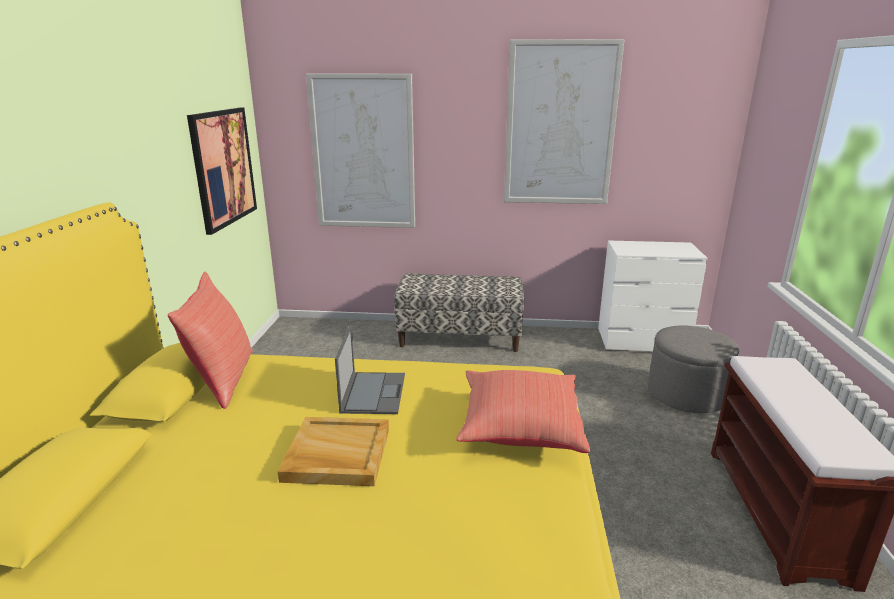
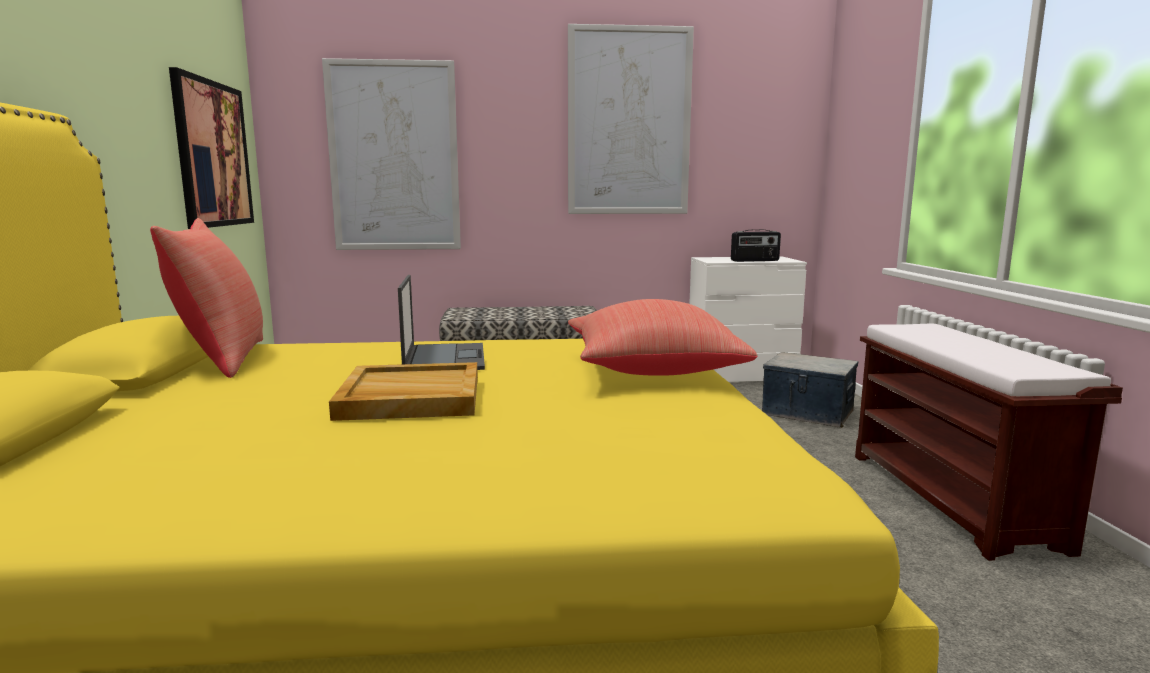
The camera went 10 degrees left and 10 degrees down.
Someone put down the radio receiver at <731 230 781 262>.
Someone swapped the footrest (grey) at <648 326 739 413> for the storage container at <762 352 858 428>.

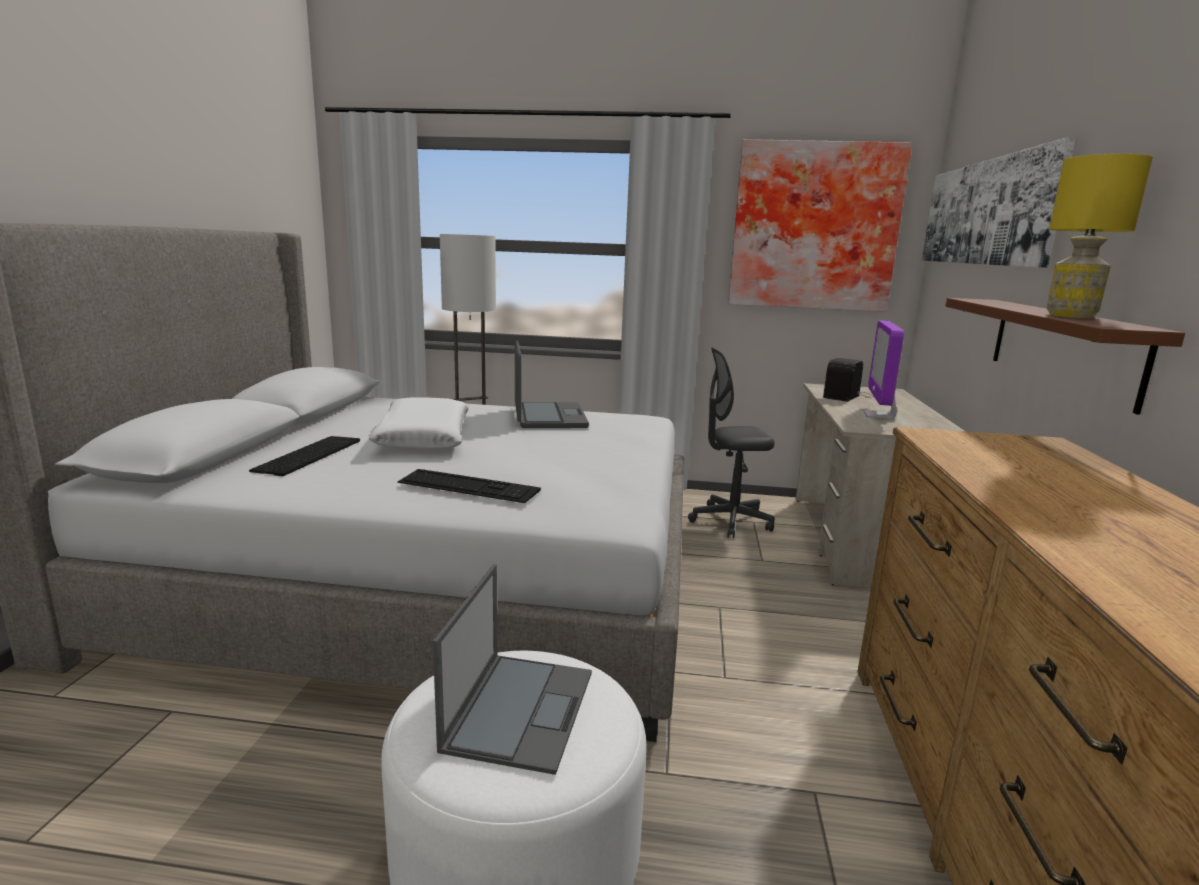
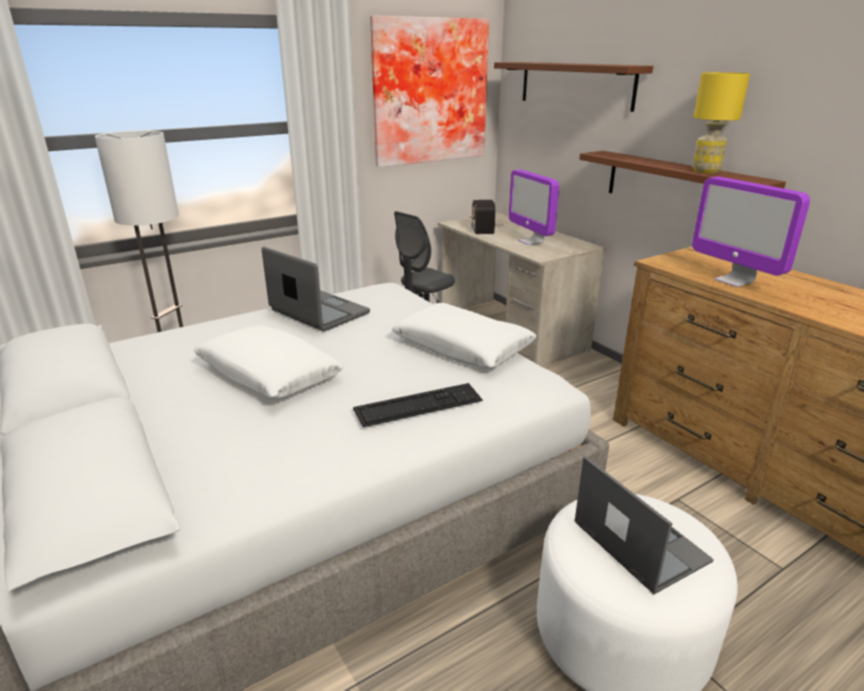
The camera went 40 degrees left and 10 degrees up.
Someone took away the keyboard at <249 436 360 476>.
Someone put down the pillow (whitish) at <392 303 536 369>.
Someone put down the monitor at <692 176 810 287>.
Someone swapped the wall art at <921 137 1076 268> for the wall shelf (brown) at <494 62 653 112>.

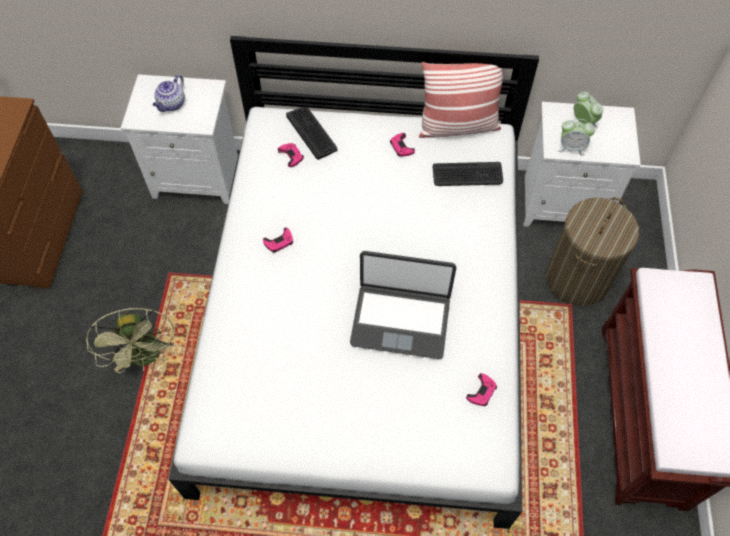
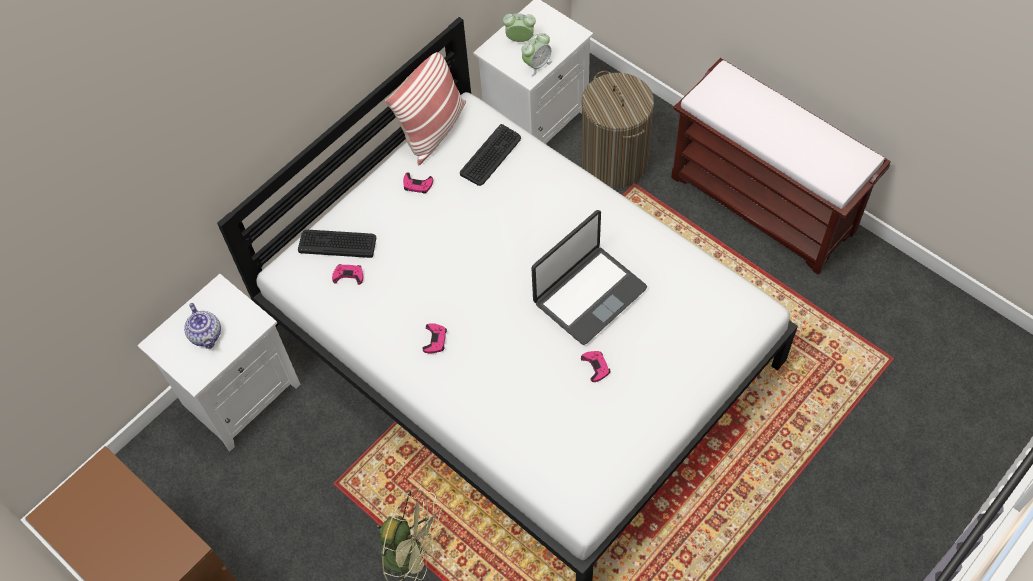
The camera went 50 degrees left and 0 degrees up.
Someone carried the gamepad (pink) from <466 373 497 406> to <581 351 610 382>.

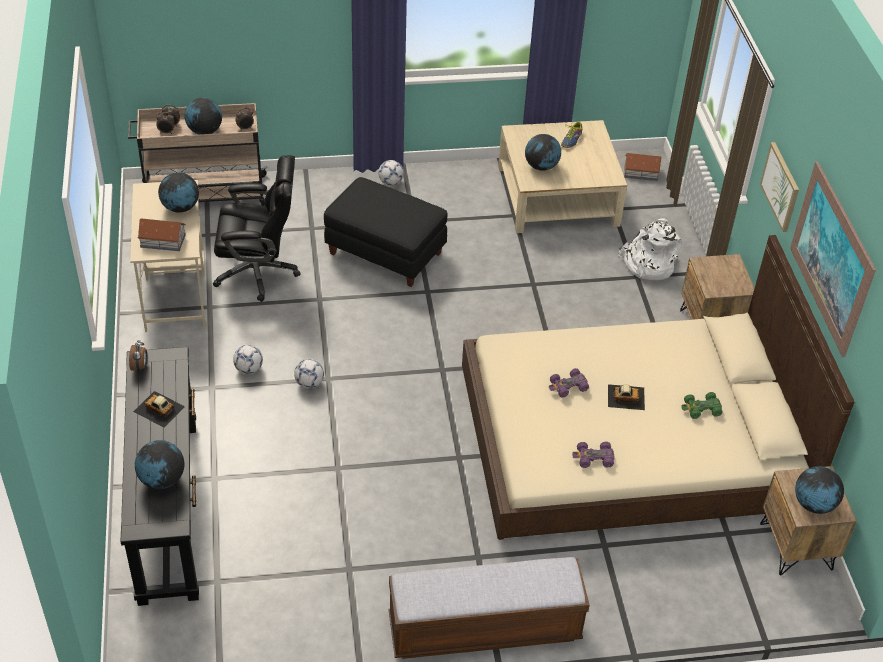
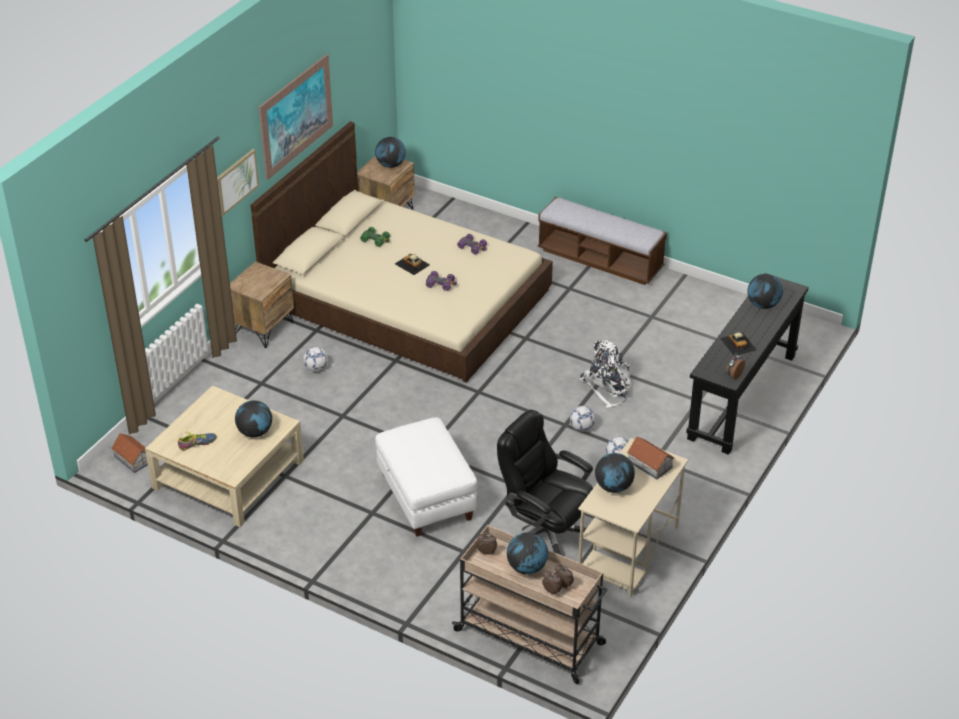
The camera went 140 degrees left and 5 degrees down.
Someone carried the football ball from <378 160 404 186> to <303 347 328 372>.
Someone carried the knapsack (whitish) from <618 219 682 280> to <580 340 632 408>.
Someone repainted the footrest (black-coloured) at <324 177 448 287>, which became the footrest (whitish) at <375 417 477 537>.

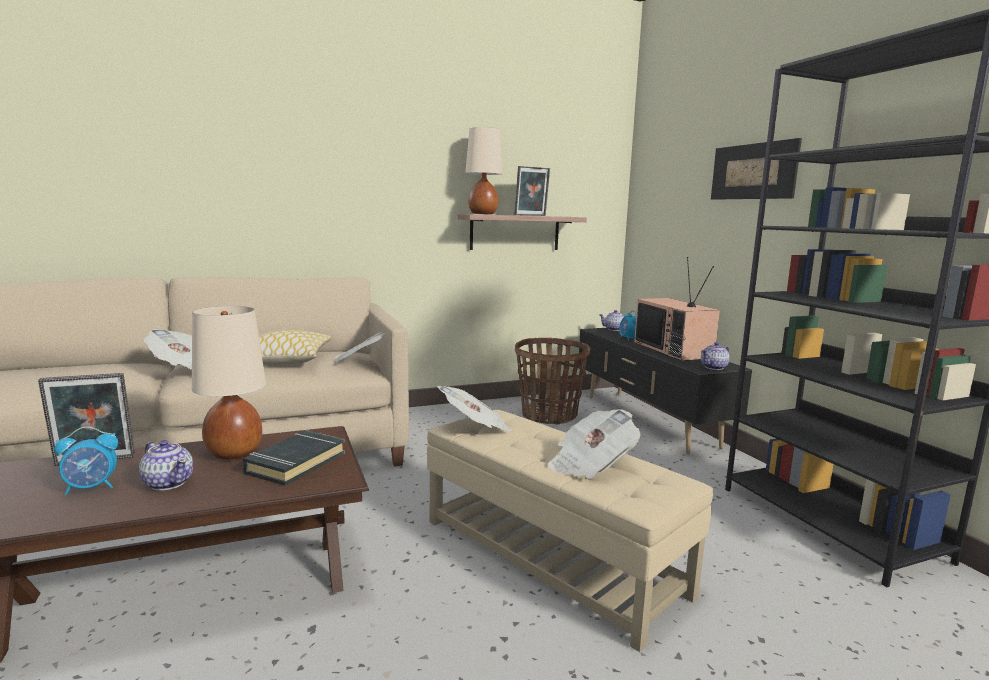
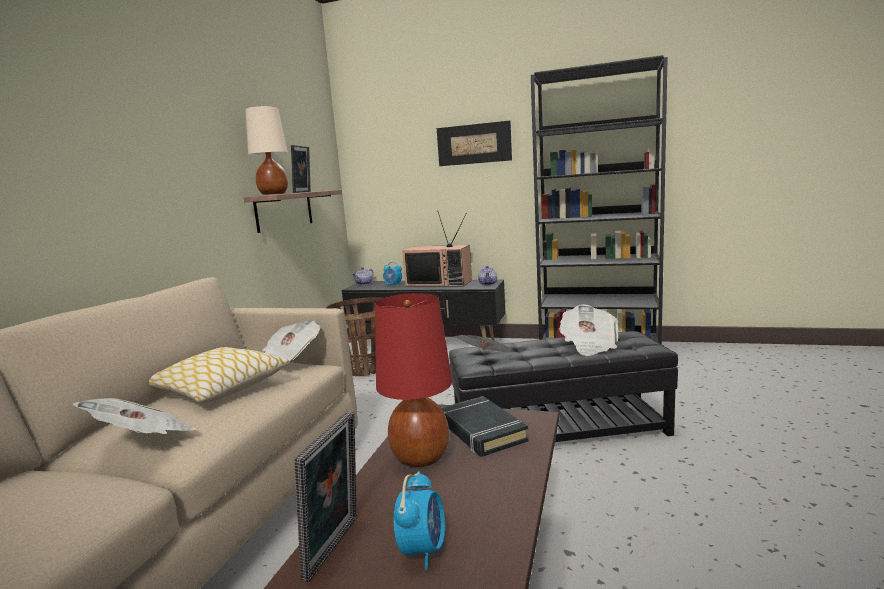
The camera went 50 degrees left and 0 degrees up.
Someone took away the teapot at <139 440 193 491>.
Someone repainted the lamp for a table (beige) at <192 306 266 460>, which became the lamp for a table (red) at <375 293 452 467>.
Someone repainted the footrest (beige) at <427 410 713 652>, which became the footrest (black-coloured) at <449 331 678 442>.

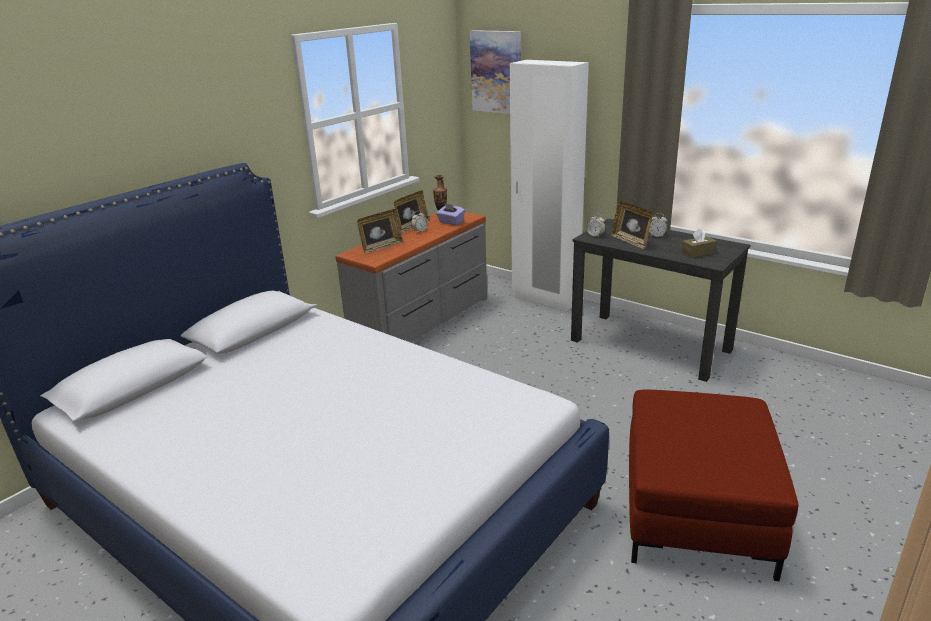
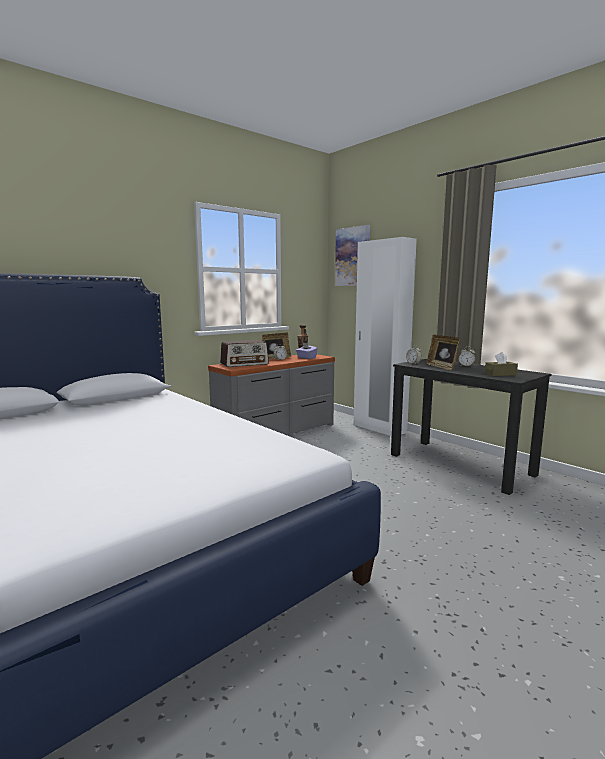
The camera went 10 degrees right and 15 degrees down.
Someone took away the footrest (red) at <629 390 798 581>.
Someone swapped the picture frame at <357 209 403 254> for the radio receiver at <220 340 269 367>.

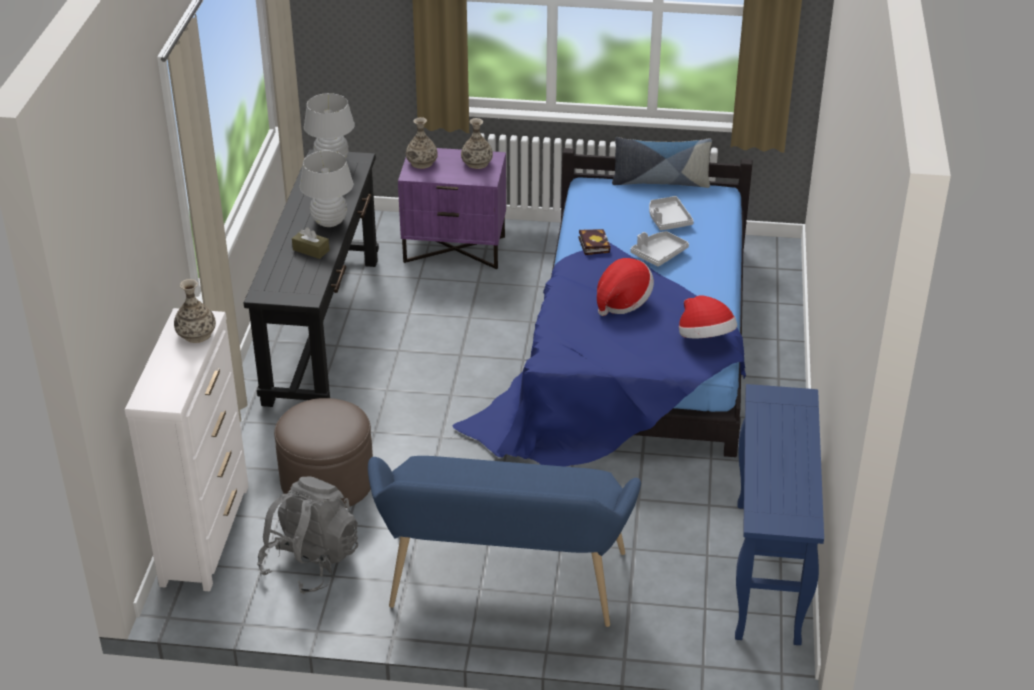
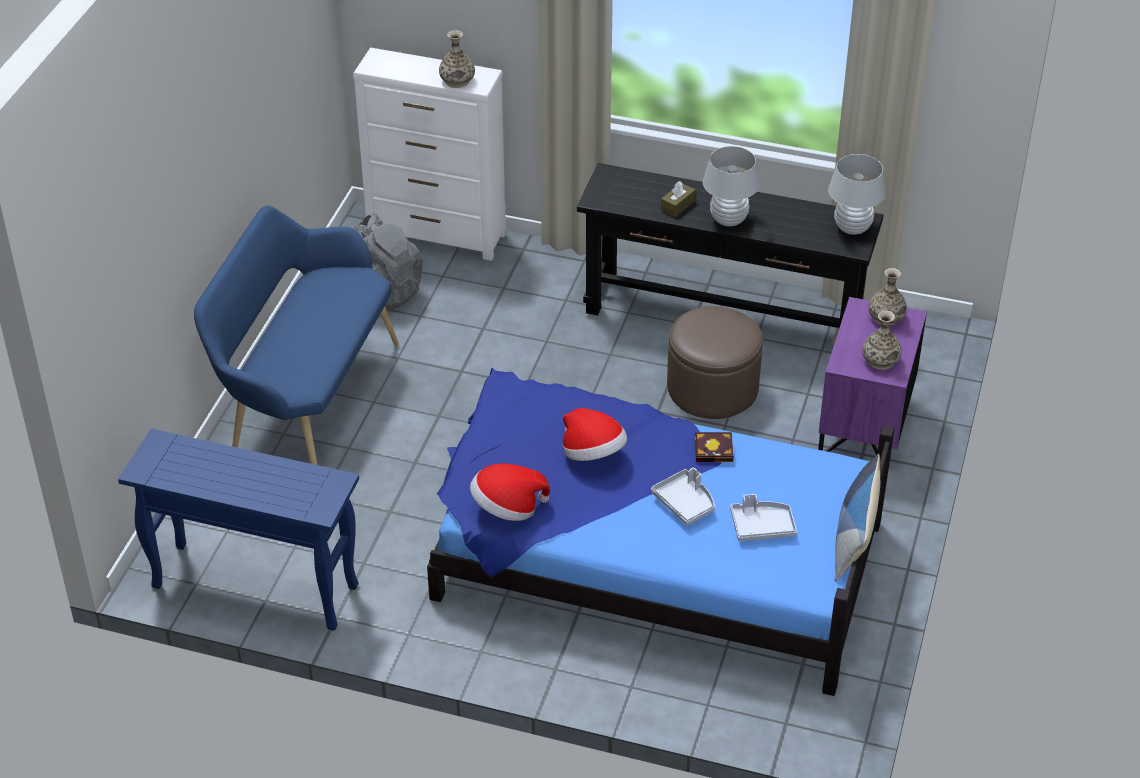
The camera went 100 degrees right and 5 degrees up.
Someone carried the footrest (brown) from <274 398 373 508> to <667 306 763 419>.

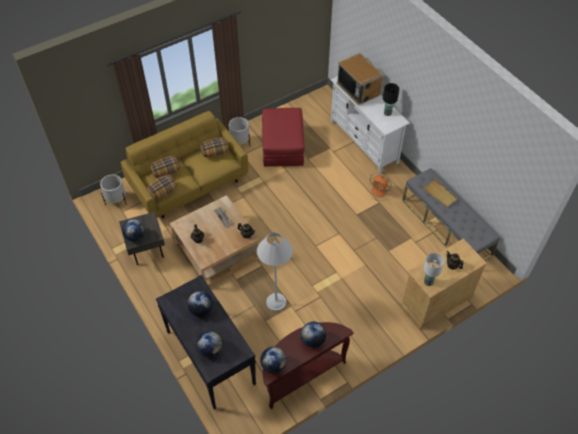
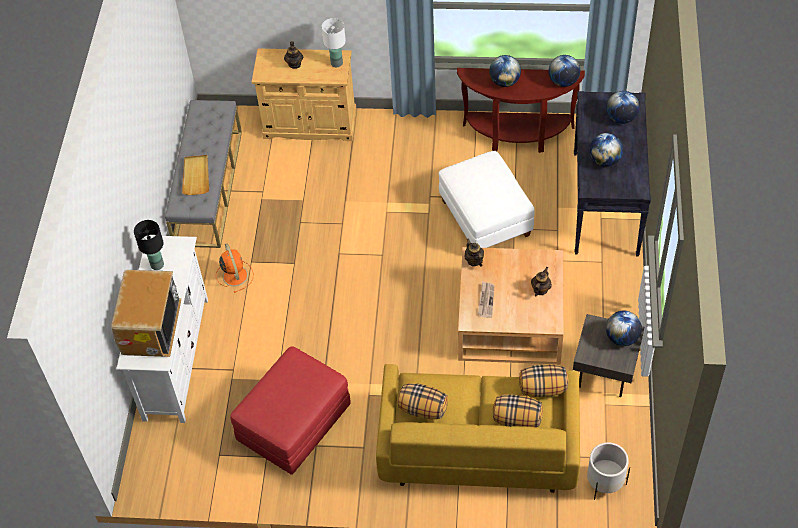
The camera went 140 degrees left and 0 degrees up.
Someone took away the plant pot (whitish) at <229 117 250 146>.
Someone swapped the standing lamp (whitish) at <257 232 293 311> for the footrest (whitish) at <439 151 534 248>.

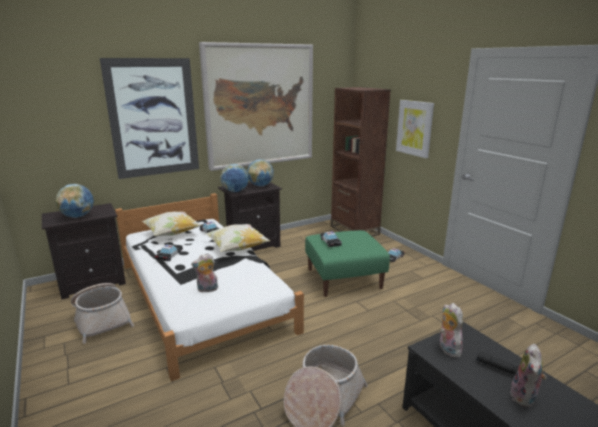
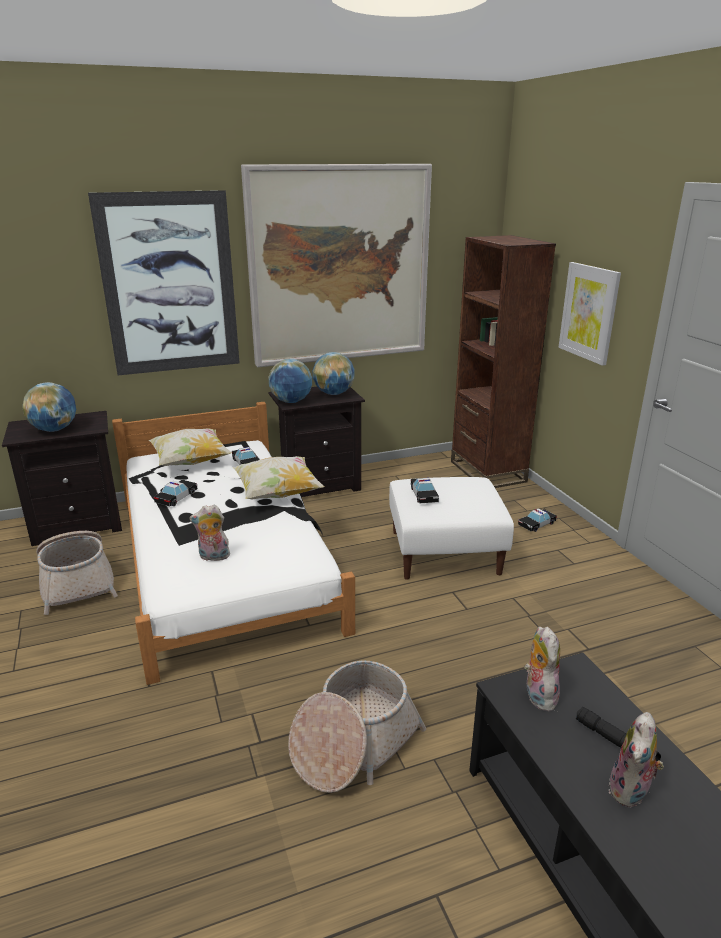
The camera went 10 degrees right and 5 degrees up.
Someone repainted the footrest (green-coloured) at <305 230 390 297>, which became the footrest (whitish) at <389 477 514 580>.

